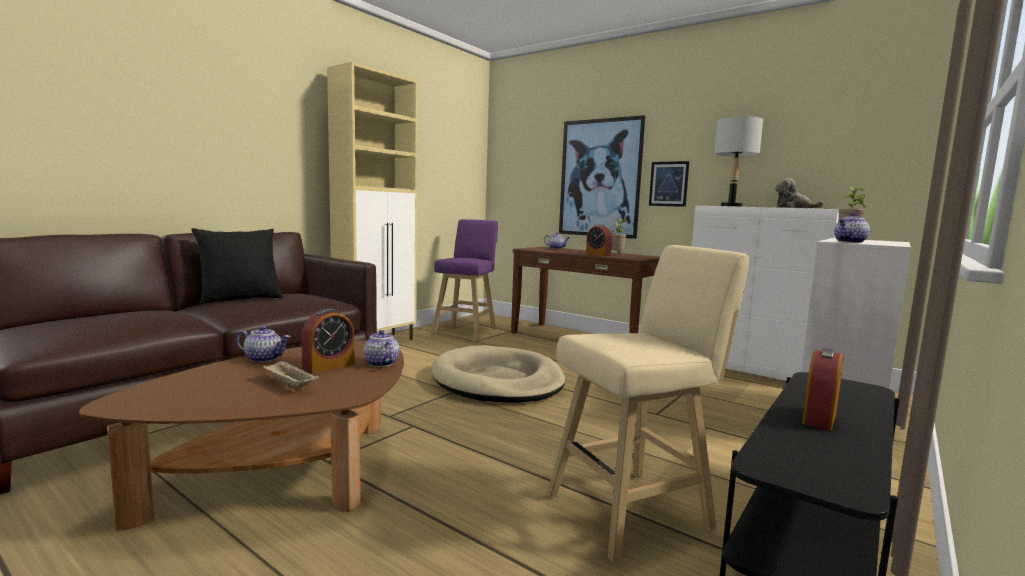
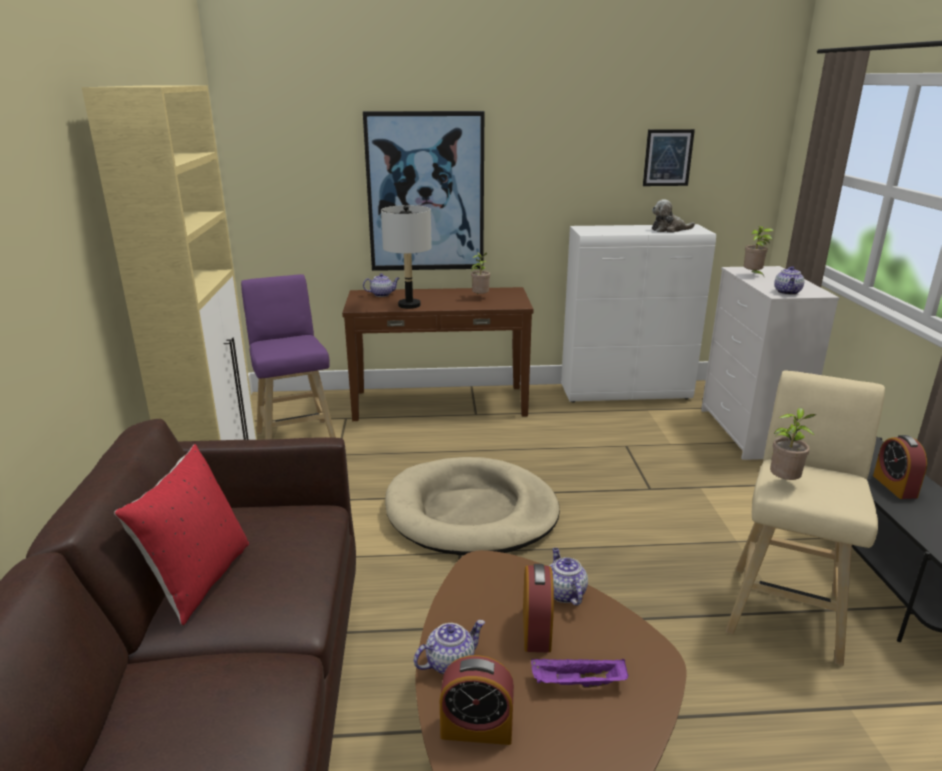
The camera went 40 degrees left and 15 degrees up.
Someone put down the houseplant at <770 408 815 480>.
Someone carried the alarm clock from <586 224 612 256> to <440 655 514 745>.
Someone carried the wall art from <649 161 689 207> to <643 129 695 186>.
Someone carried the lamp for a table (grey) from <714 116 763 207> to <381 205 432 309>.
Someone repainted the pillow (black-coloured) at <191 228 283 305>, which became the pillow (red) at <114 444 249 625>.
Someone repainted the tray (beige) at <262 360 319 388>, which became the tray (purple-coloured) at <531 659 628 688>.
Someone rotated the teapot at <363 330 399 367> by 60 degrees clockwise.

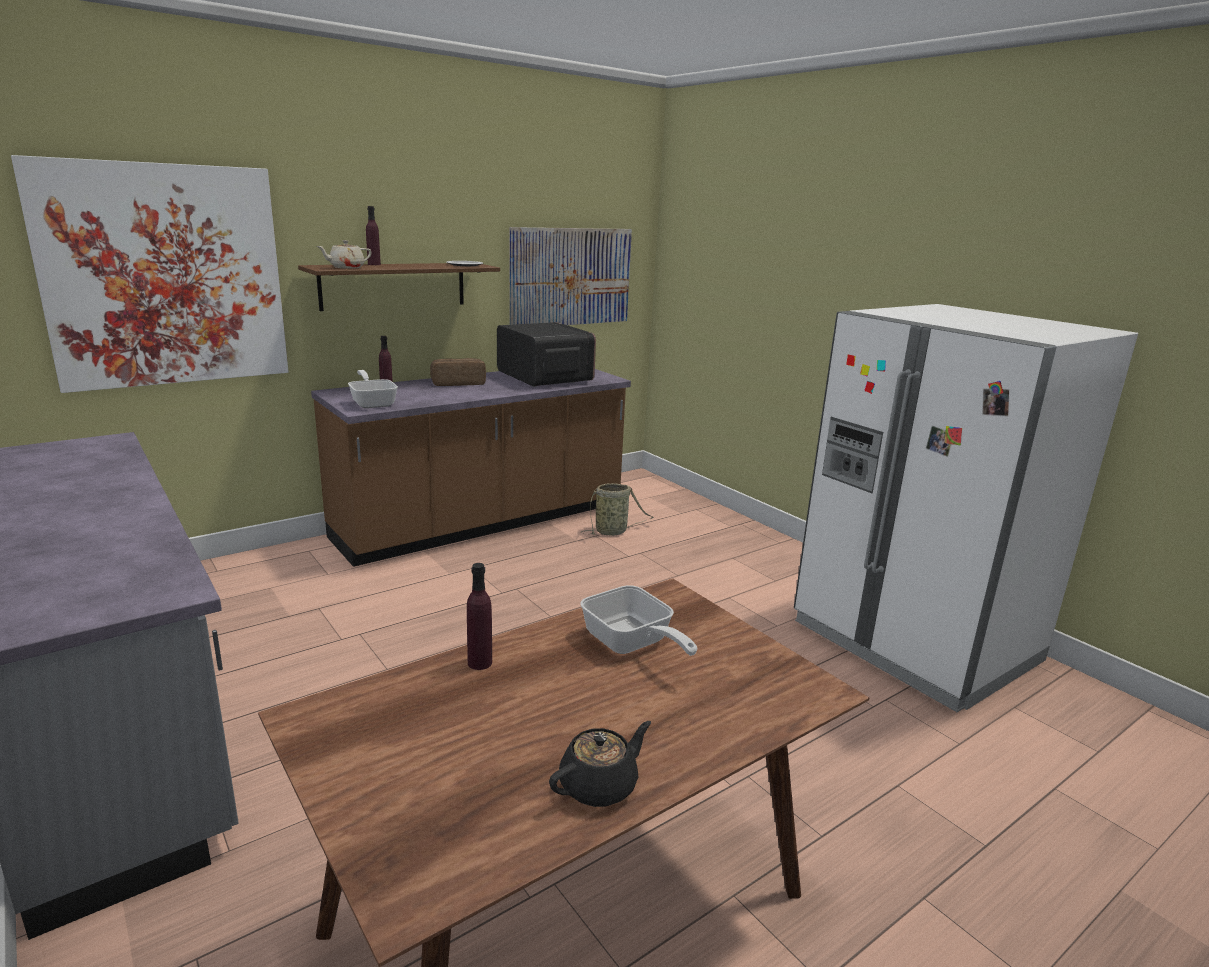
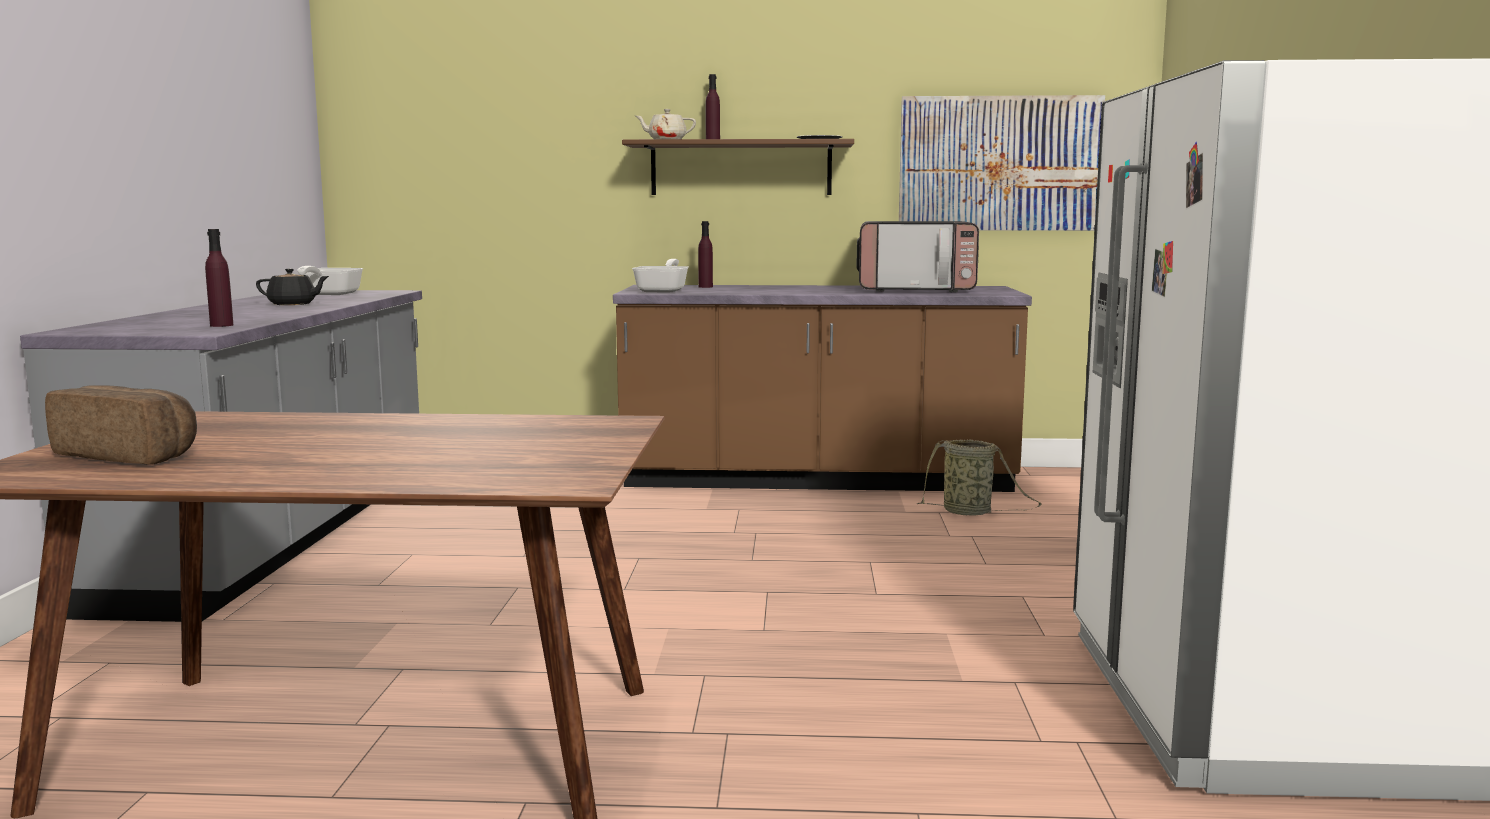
The camera went 40 degrees right and 10 degrees down.
Someone took away the wall art at <11 155 289 393>.
Someone carried the bakery bread from <430 358 486 386> to <45 385 197 465>.
Someone carried the drink bottle (purple-coloured) from <467 563 492 670> to <205 229 233 327>.
Someone carried the teapot (black-coloured) from <549 721 651 807> to <256 268 329 305>.
Someone carried the frying pan from <581 585 697 656> to <297 266 363 295>.
Someone rotated the kitchen microwave at <497 322 596 387> by 90 degrees clockwise.

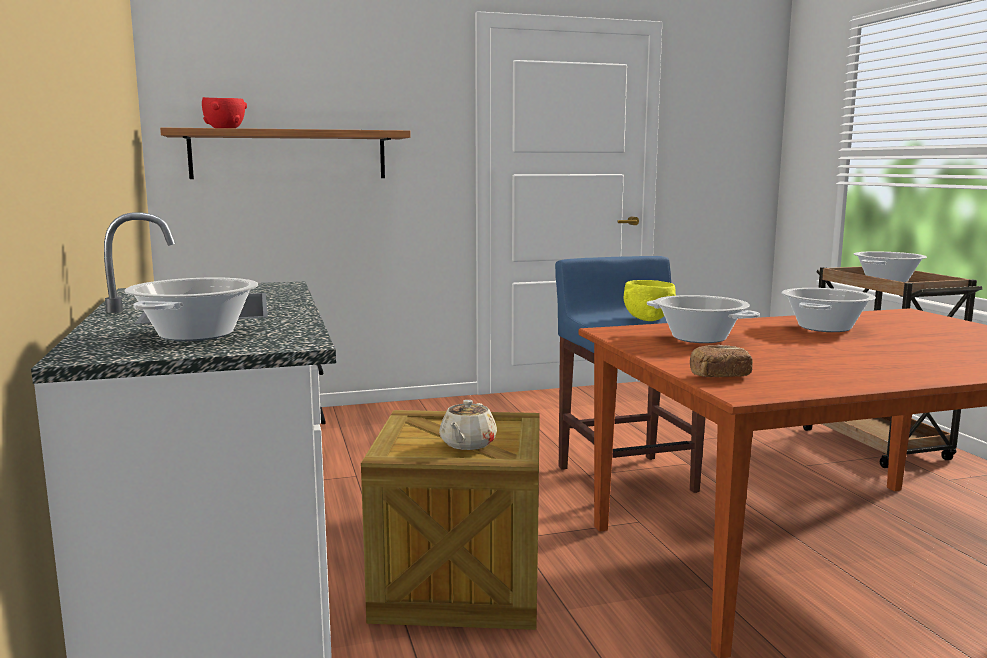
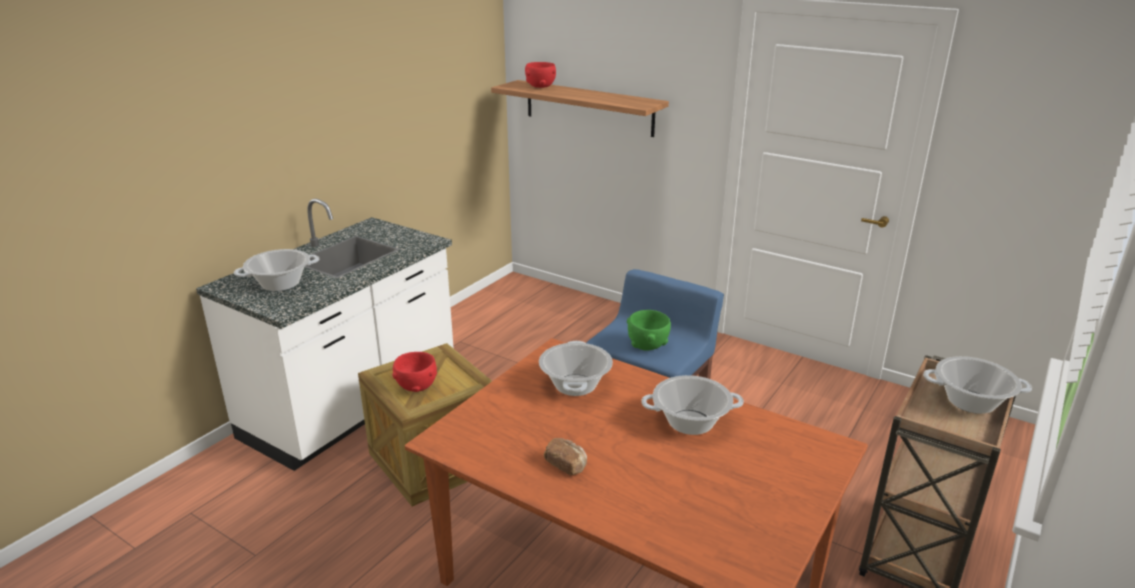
The camera went 50 degrees right and 15 degrees up.
Someone carried the bakery bread from <690 345 753 377> to <544 438 587 475>.
Someone swapped the teapot (beige) at <439 400 497 450> for the bowl (red) at <392 352 437 392>.
Someone repainted the bowl (yellow) at <623 280 676 321>, which became the bowl (green-coloured) at <627 310 671 350>.

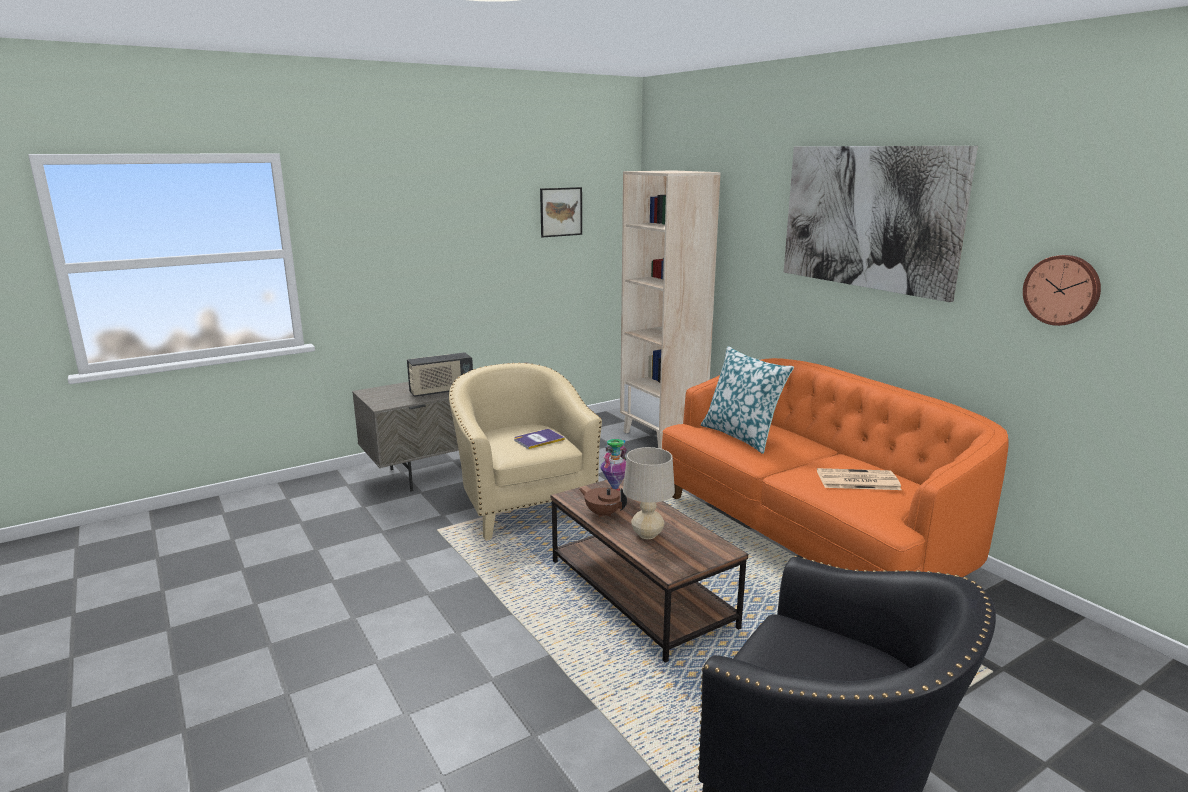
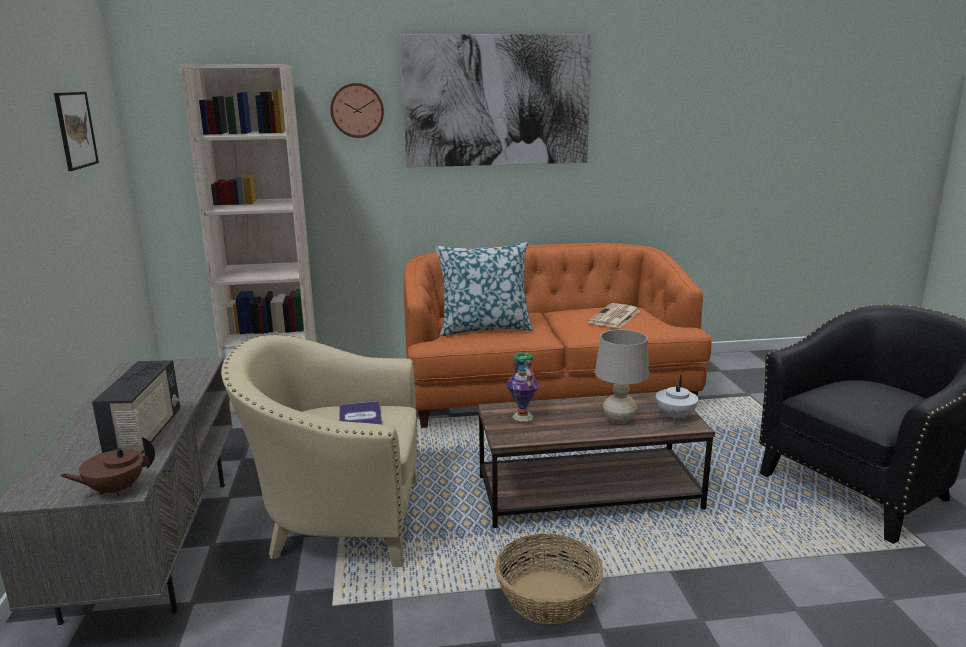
The camera went 65 degrees left and 0 degrees up.
Someone put down the household basket at <495 534 603 624>.
Someone put down the teapot (whitish) at <656 375 698 422>.
Someone carried the teapot (brown) from <579 488 627 518> to <60 436 155 496>.
Someone carried the wall clock from <1023 255 1101 326> to <330 83 384 138>.

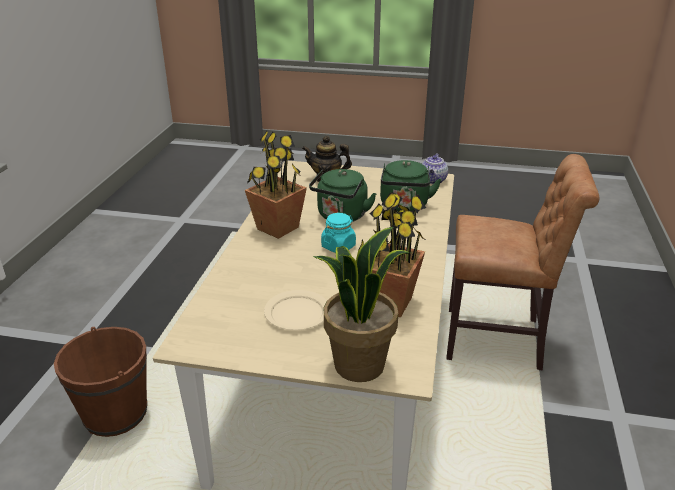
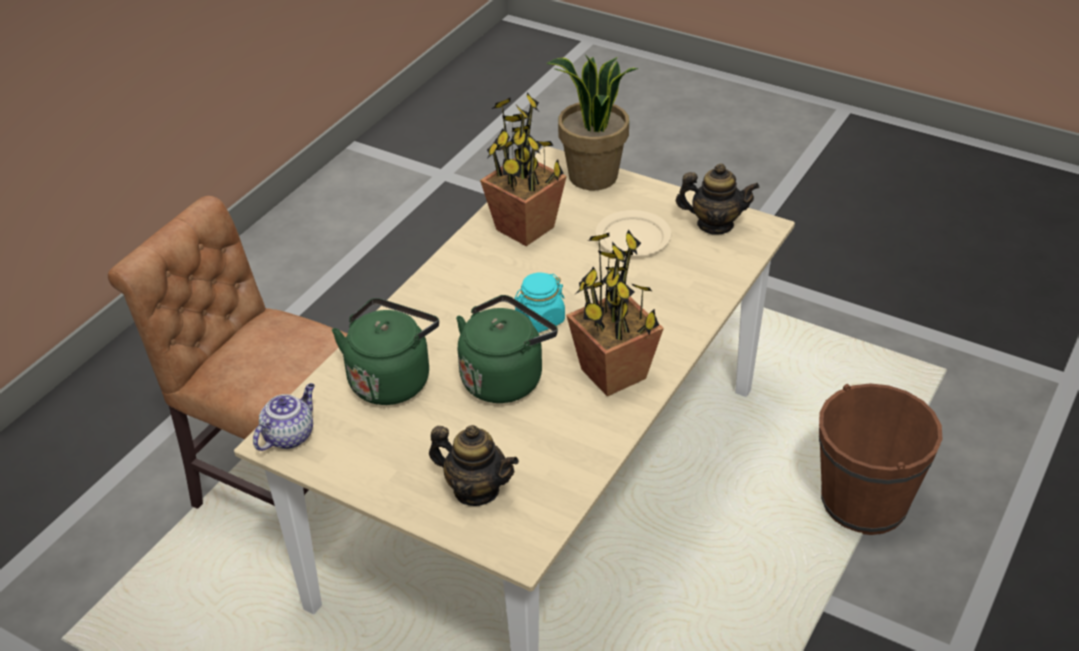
The camera went 160 degrees left and 10 degrees up.
Someone put down the teapot at <676 163 760 235>.

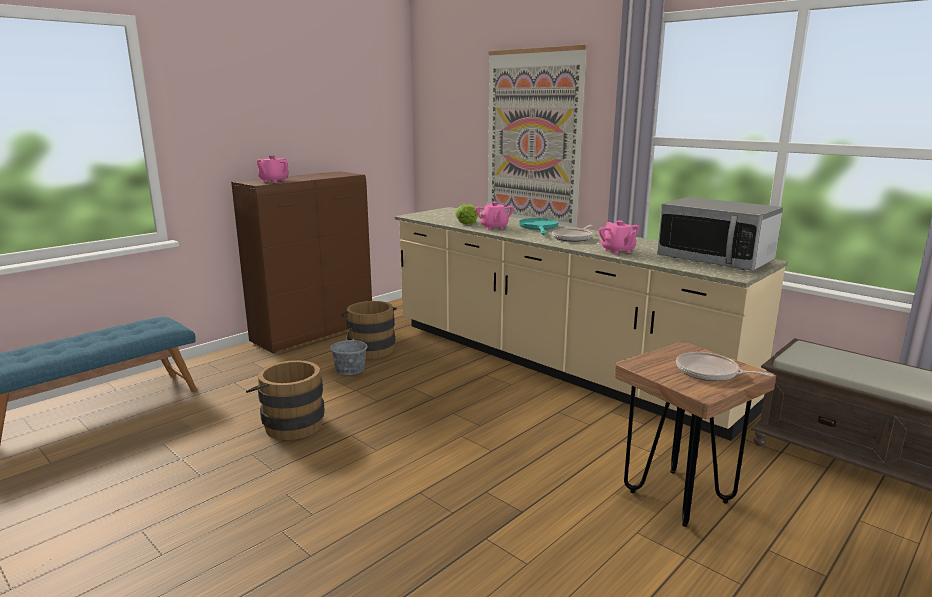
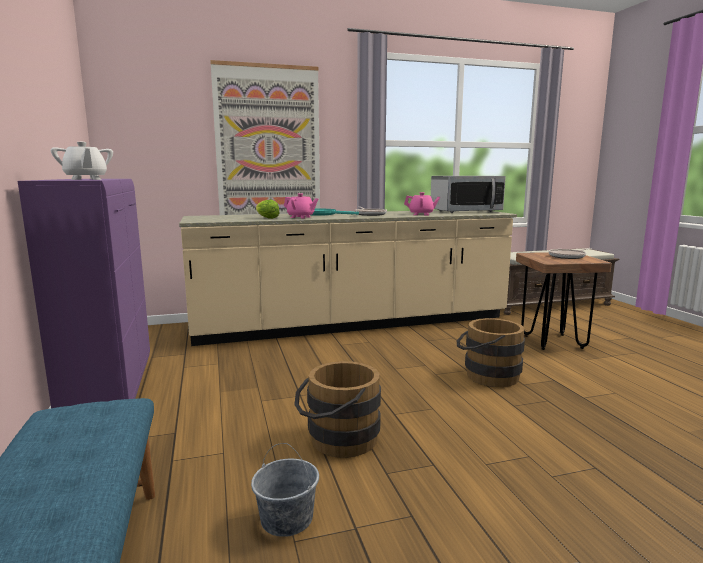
The camera went 60 degrees left and 5 degrees down.
Someone carried the bucket (grey) from <330 328 367 375> to <251 443 319 537>.
Someone carried the bucket (brown) from <341 301 397 359> to <457 318 525 387>.
Someone repainted the storage cabinet (brown) at <231 171 372 353>, which became the storage cabinet (purple-coloured) at <18 179 150 408>.
Someone repainted the teapot (pink) at <257 155 289 183>, which became the teapot (whitish) at <51 142 113 180>.

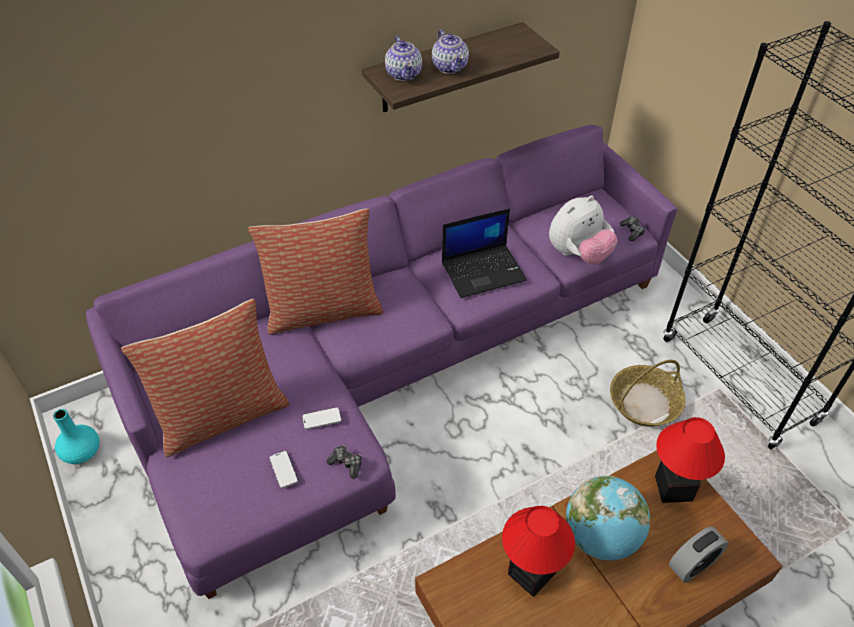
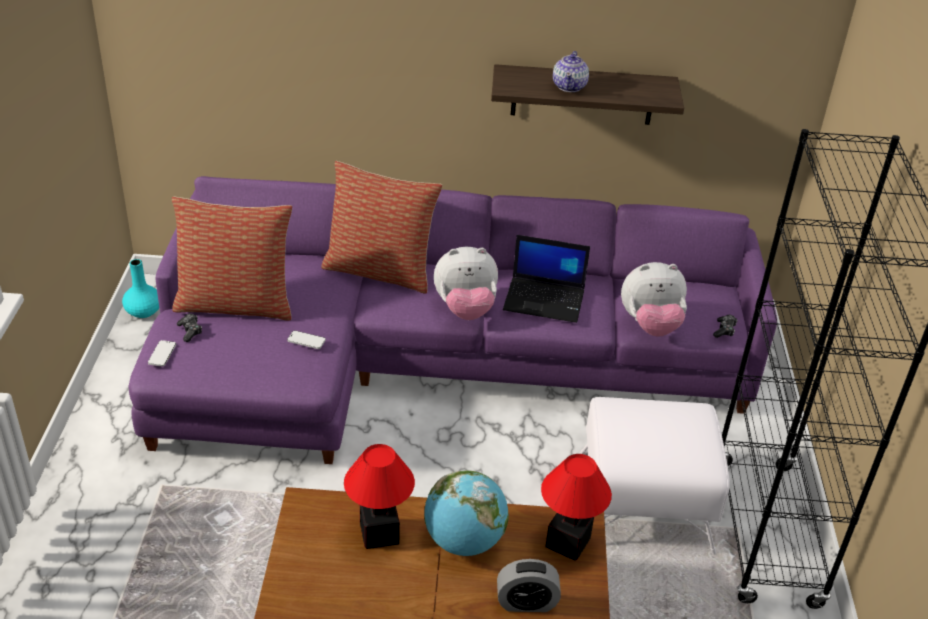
The camera went 30 degrees right and 10 degrees down.
Someone took away the teapot at <385 36 422 81>.
Someone put down the plush toy at <434 247 498 320>.
Someone carried the telephone from <269 451 298 488> to <148 340 176 366>.
Someone carried the gamepad from <327 445 362 479> to <177 314 202 342>.
Someone swapped the household basket at <610 360 686 427> for the footrest (whitish) at <579 397 730 555>.

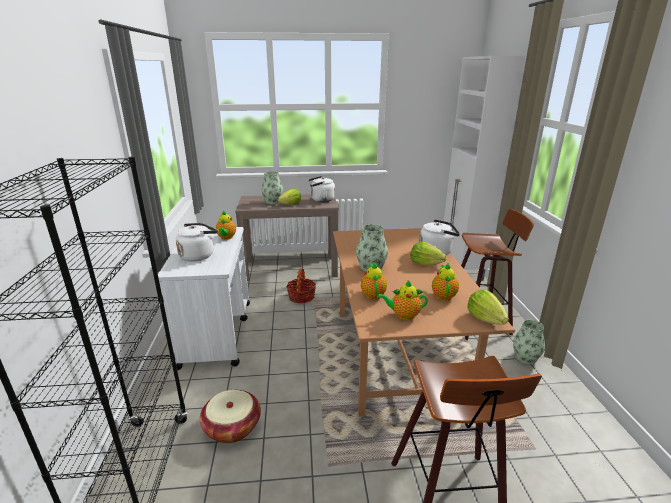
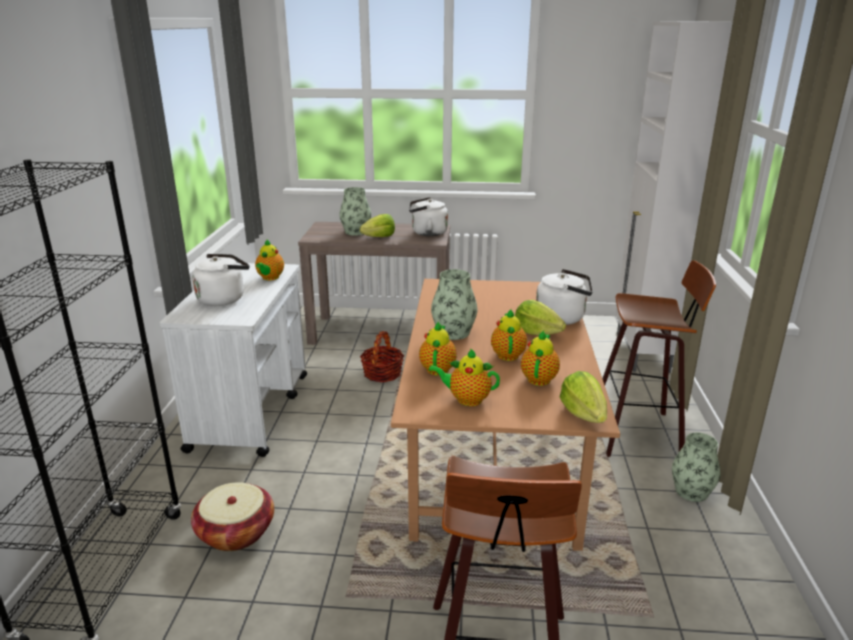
The camera went 10 degrees right and 0 degrees up.
Someone put down the teapot at <491 309 527 361>.

